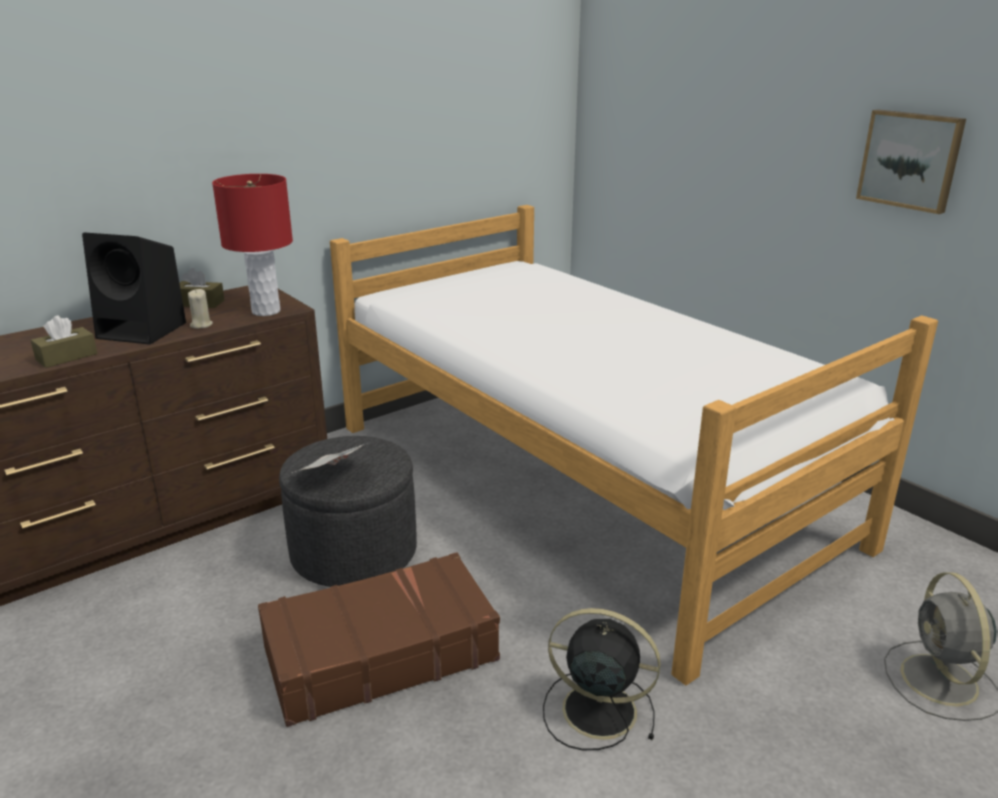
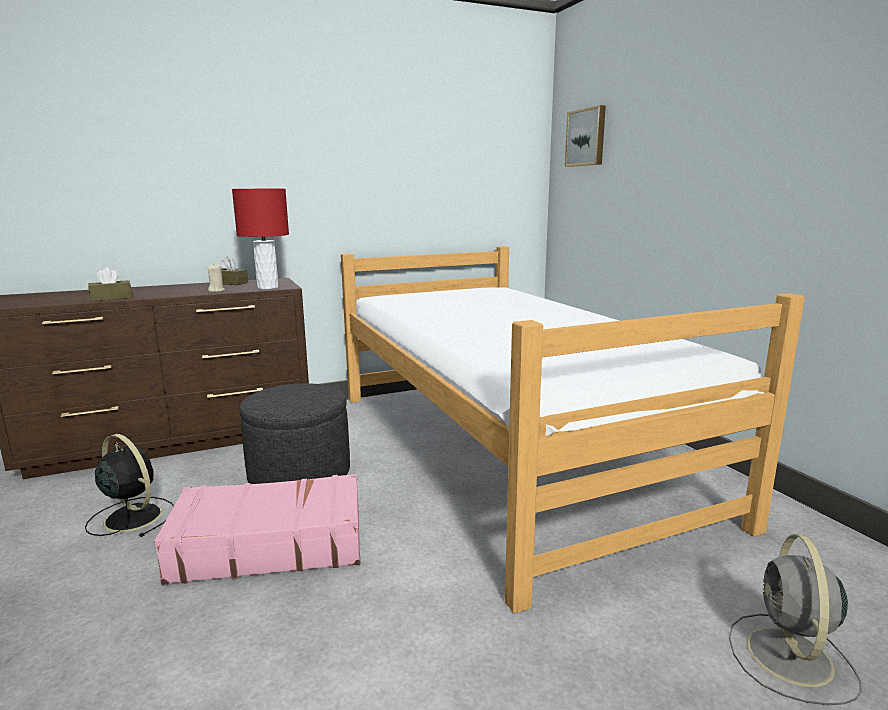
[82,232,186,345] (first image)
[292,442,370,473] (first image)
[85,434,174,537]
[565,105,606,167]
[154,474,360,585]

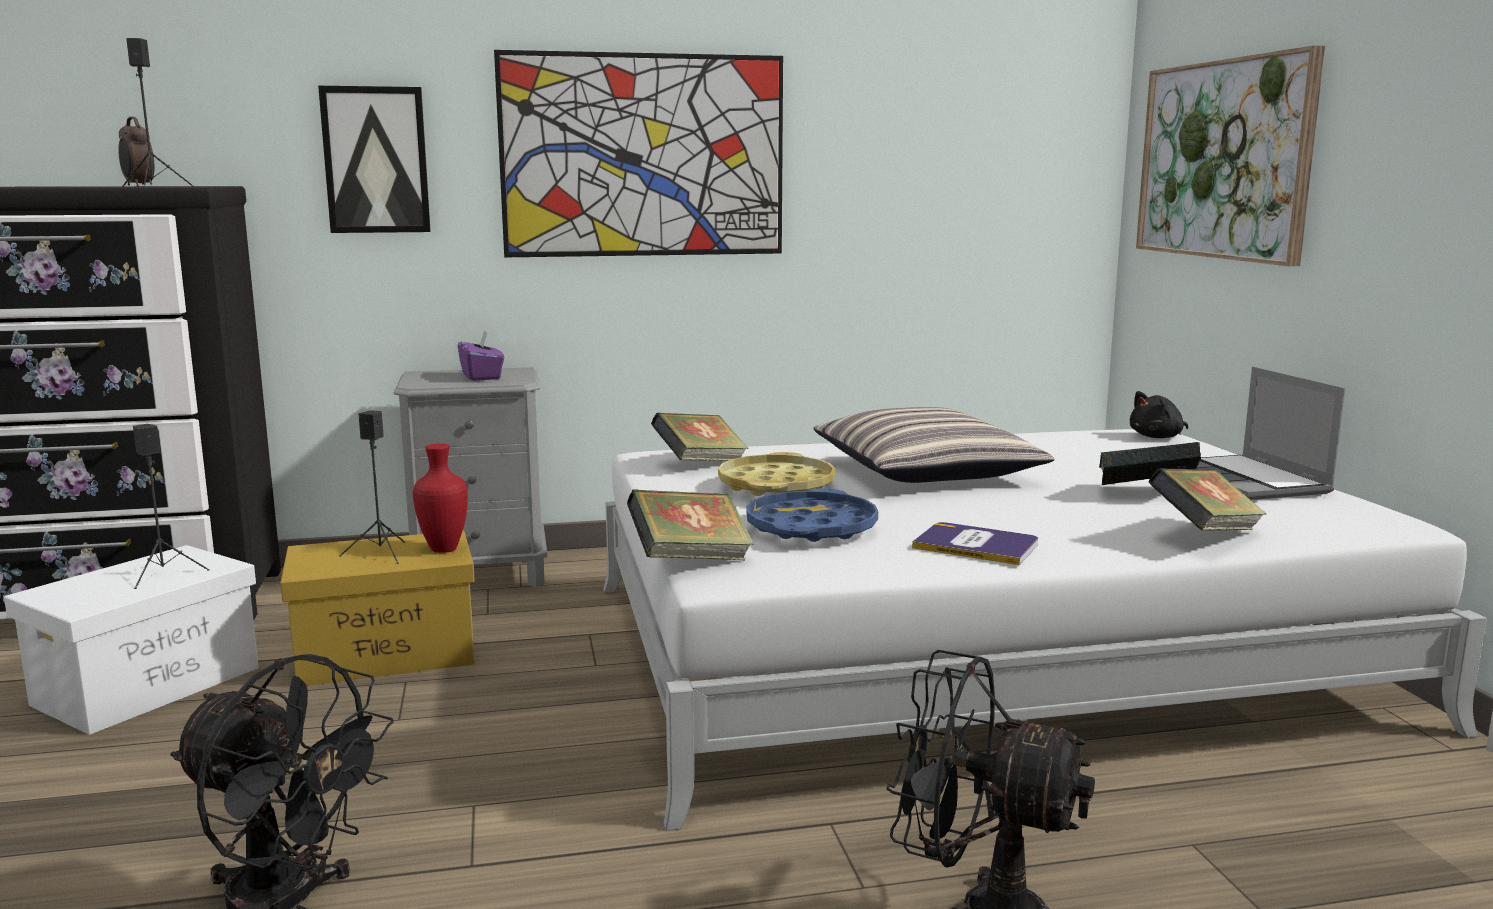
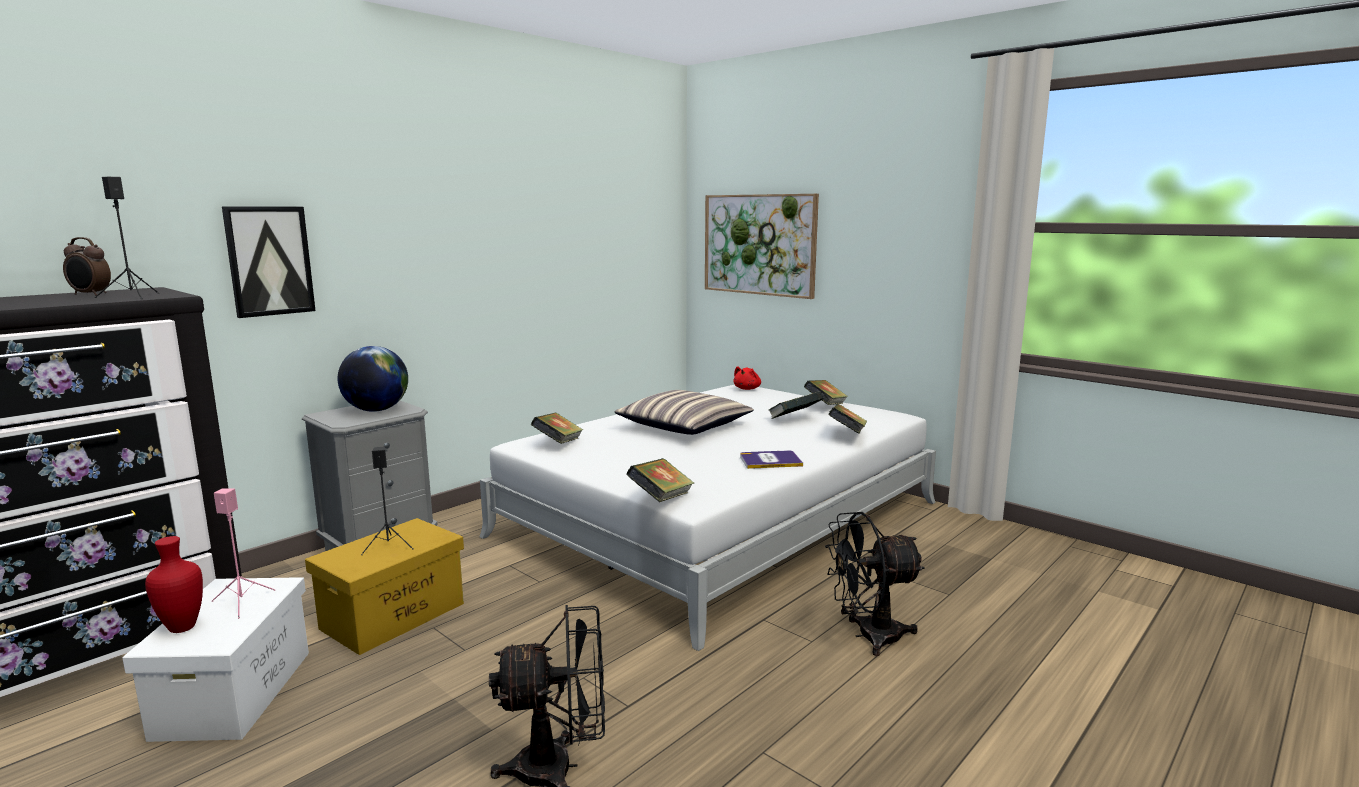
[494,50,783,257] (first image)
[718,452,835,496] (first image)
[747,488,878,542] (first image)
[145,536,203,633]
[338,346,408,412]
[804,380,848,405]
[212,489,275,619]
[733,366,761,390]

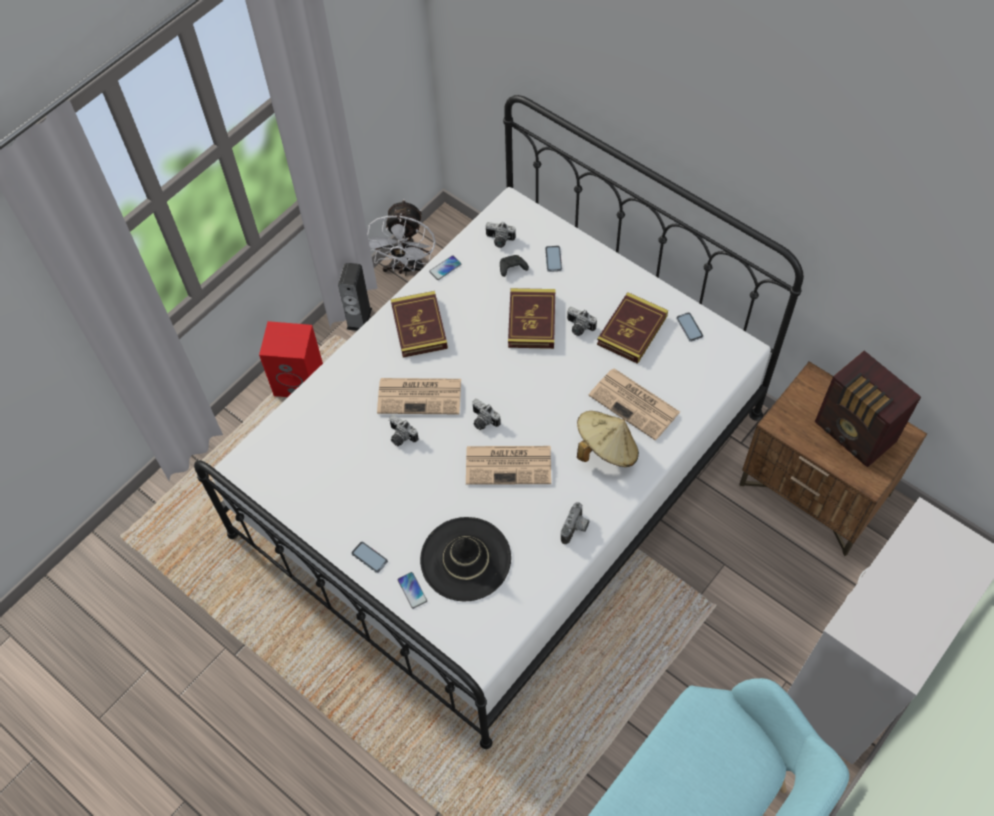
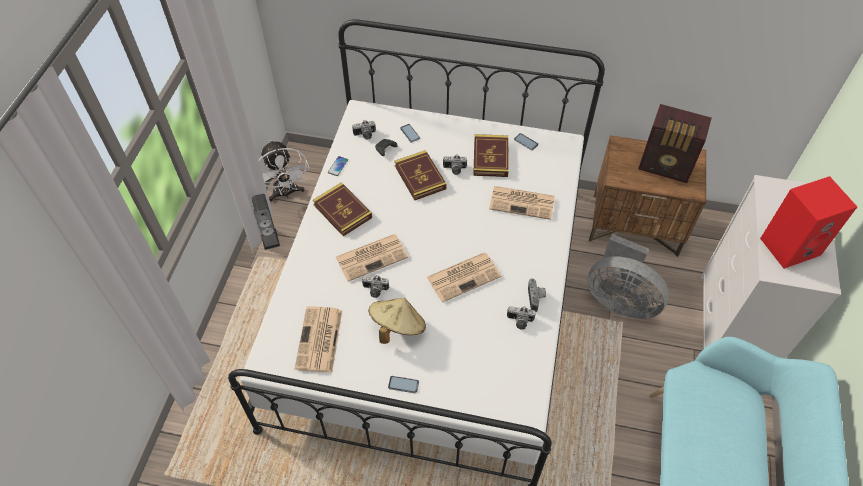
[397,572,427,609] (first image)
[420,517,511,601] (first image)
[295,306,342,373]
[587,234,669,319]
[760,176,857,269]
[507,306,536,329]
[368,298,426,344]

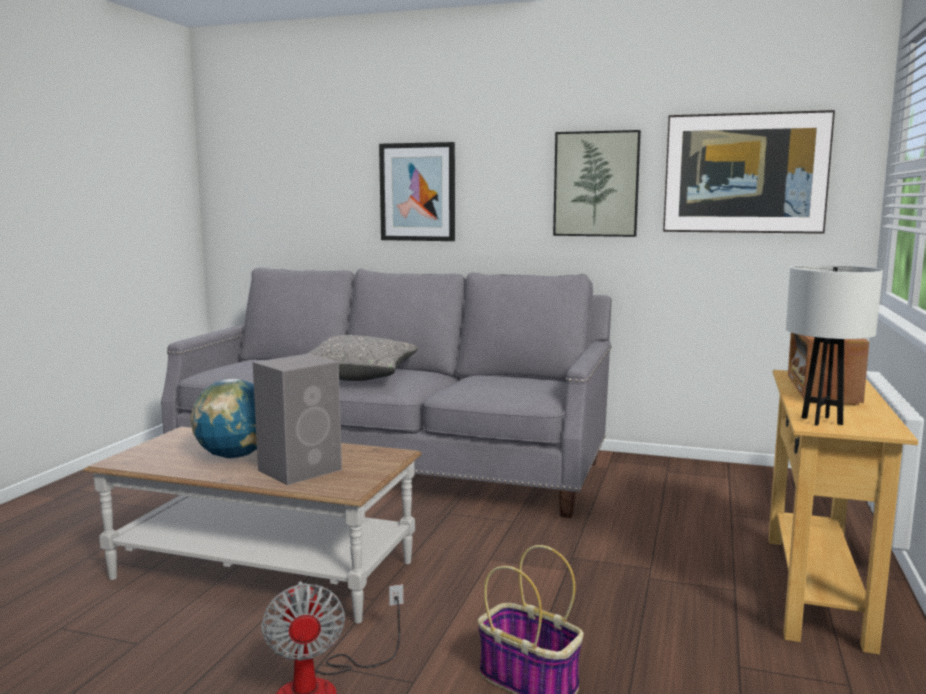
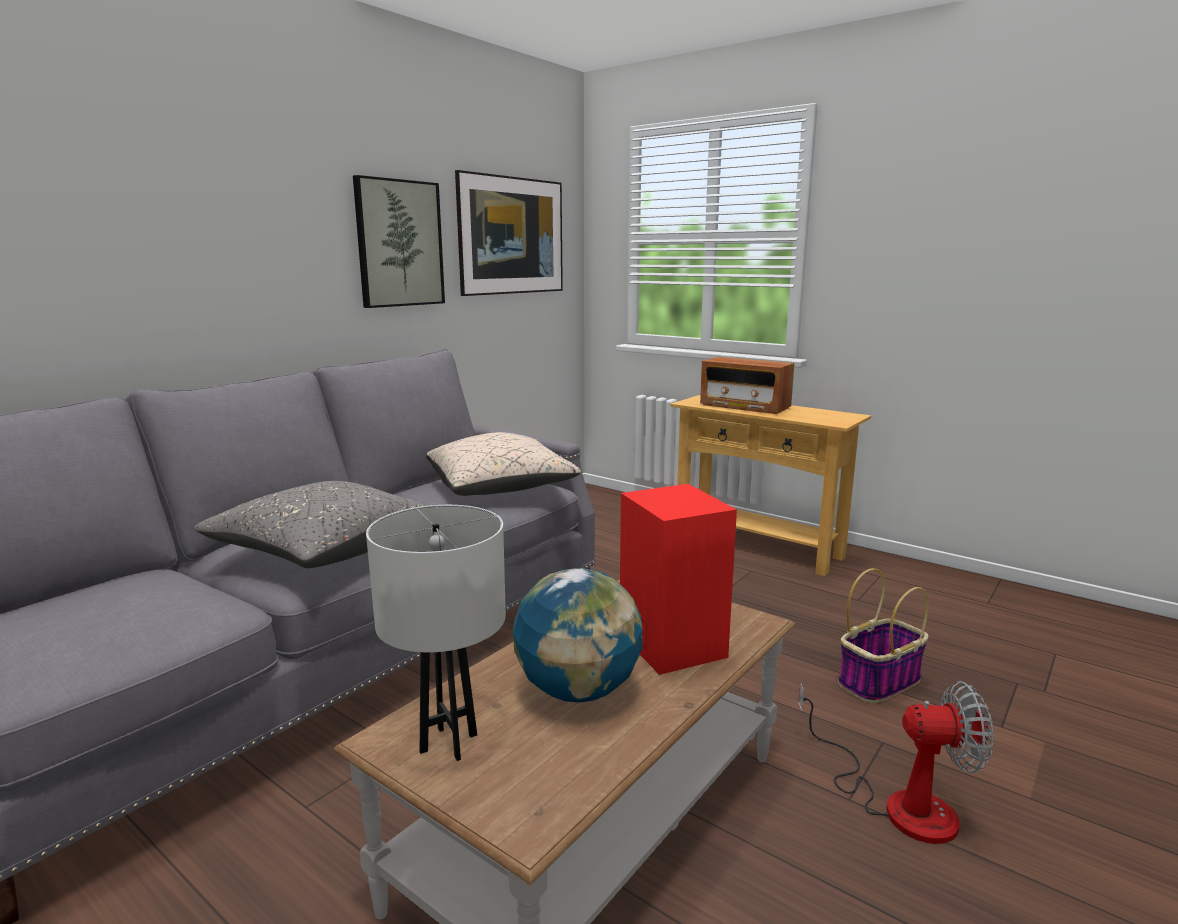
[379,142,455,241] (first image)
[426,432,581,496]
[366,505,506,761]
[620,484,737,675]

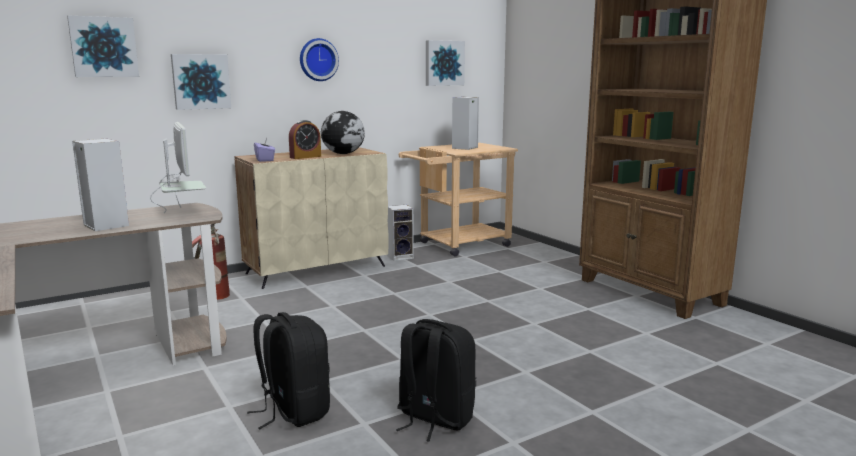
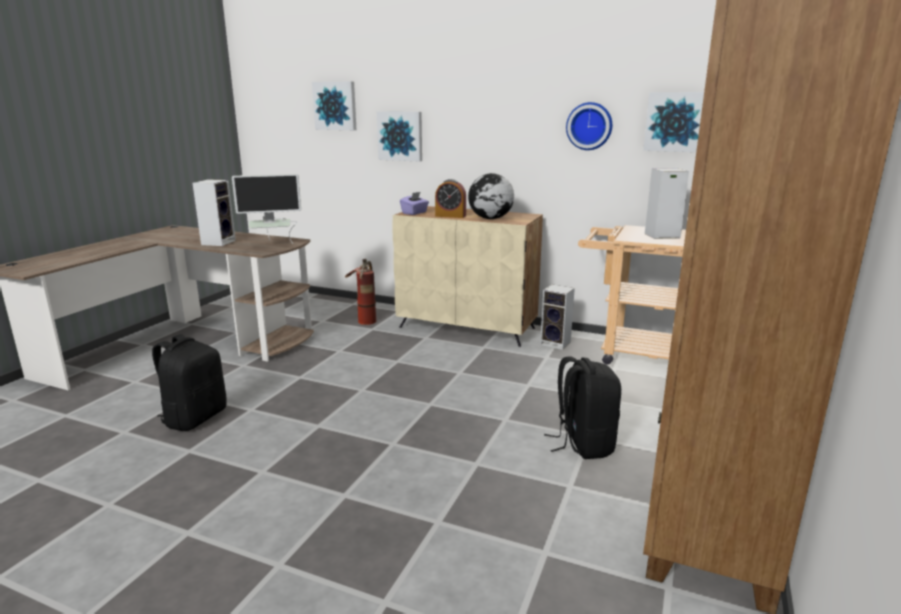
[566,102,612,150]
[544,356,621,459]
[232,174,301,243]

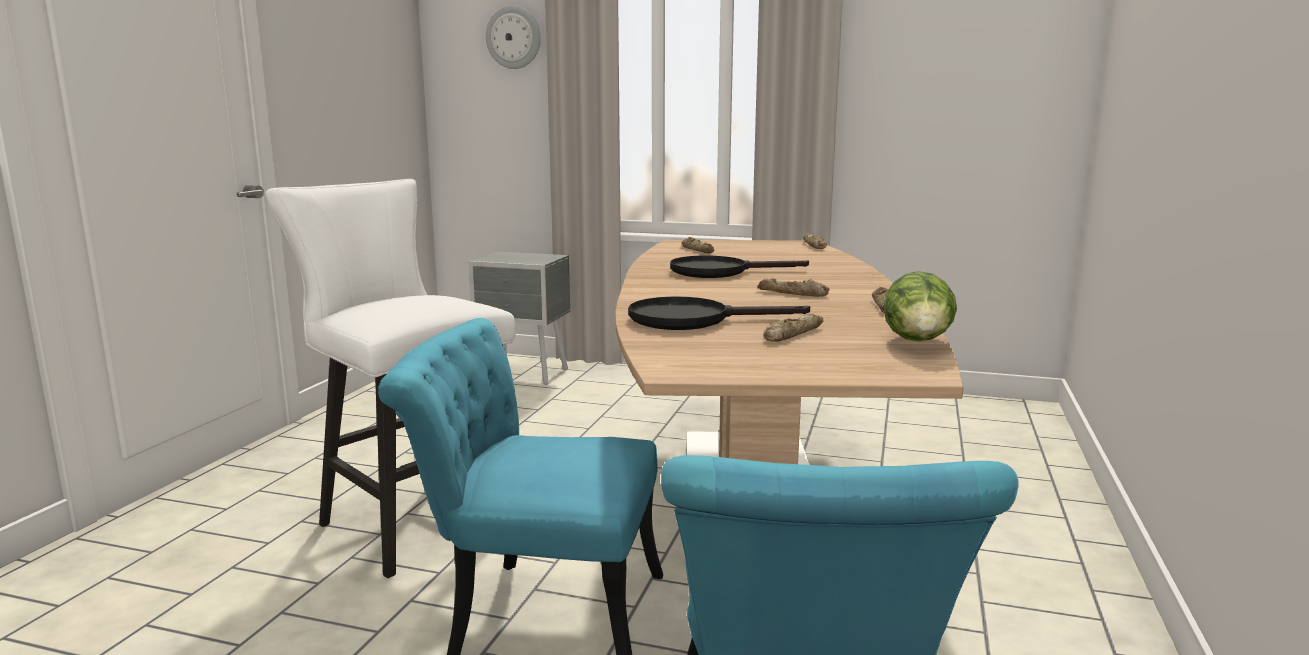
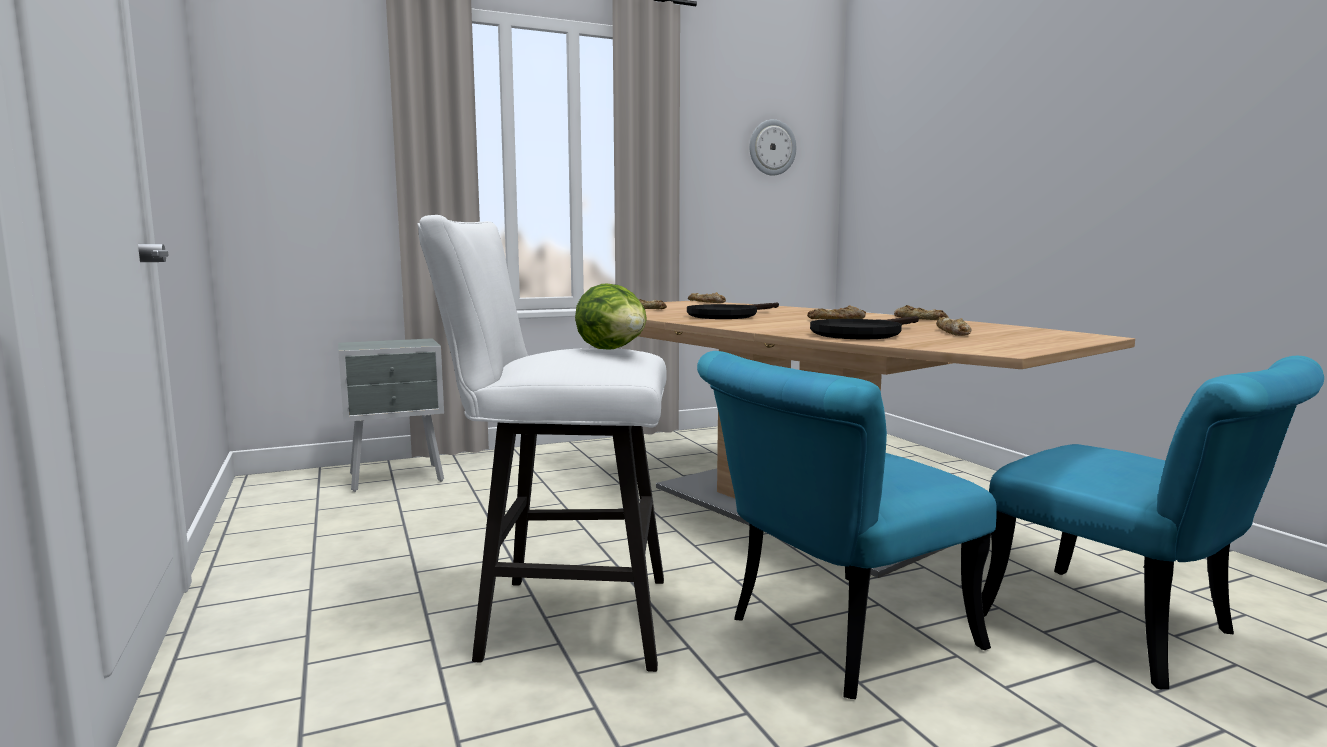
[750,119,796,176]
[575,284,647,350]

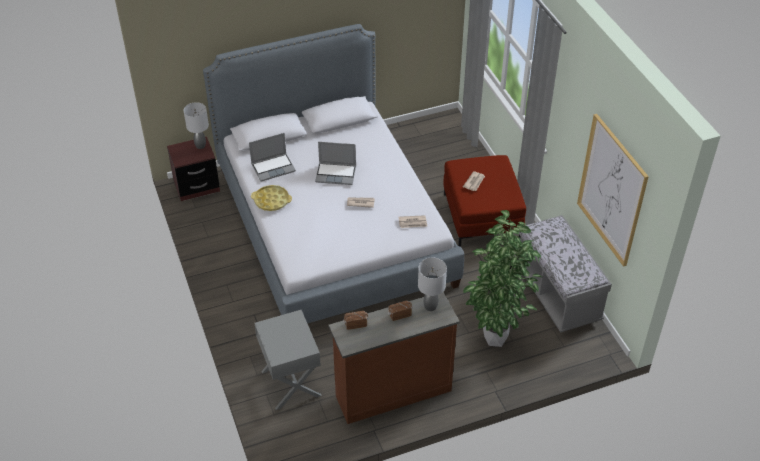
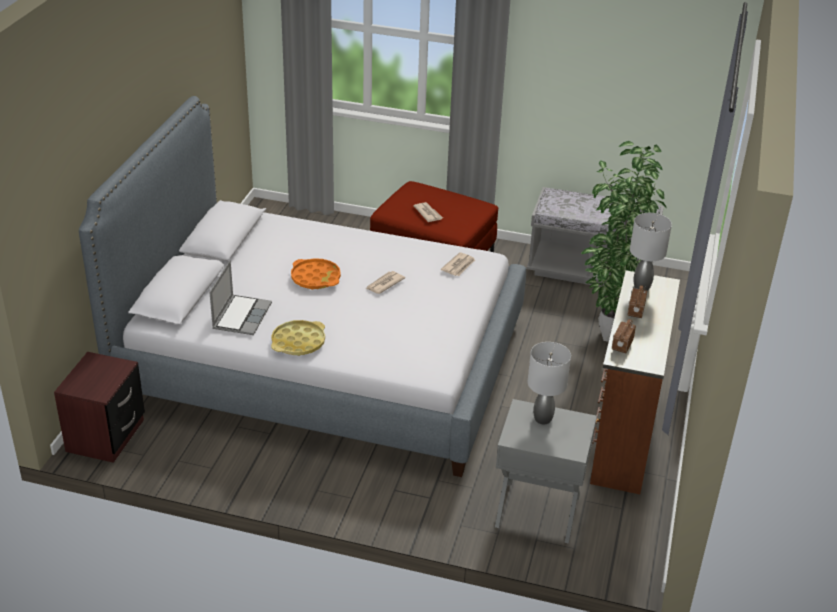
[577,114,649,267] (first image)
[528,342,571,424]
[291,258,341,290]

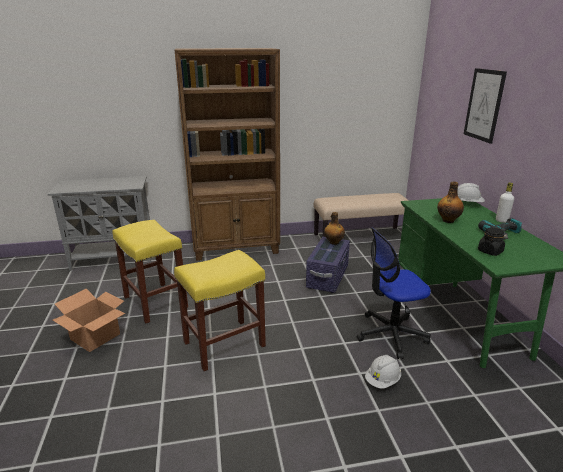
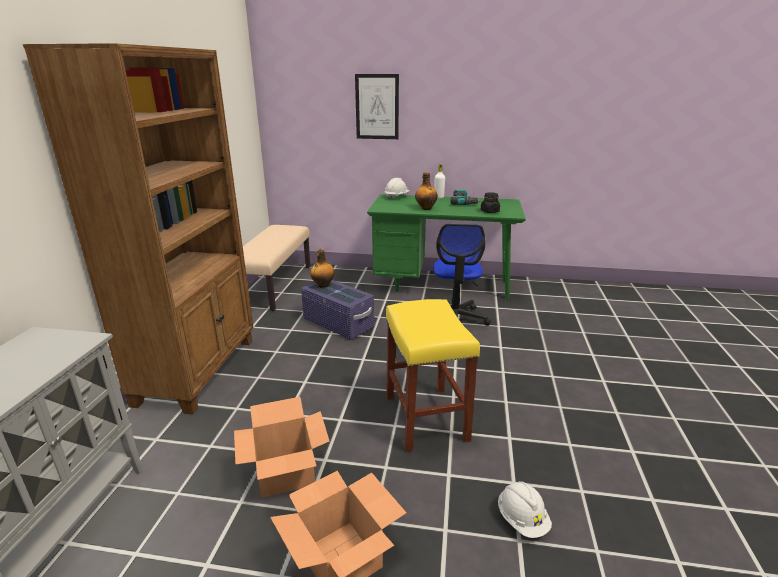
[498,481,552,538]
[234,397,330,498]

